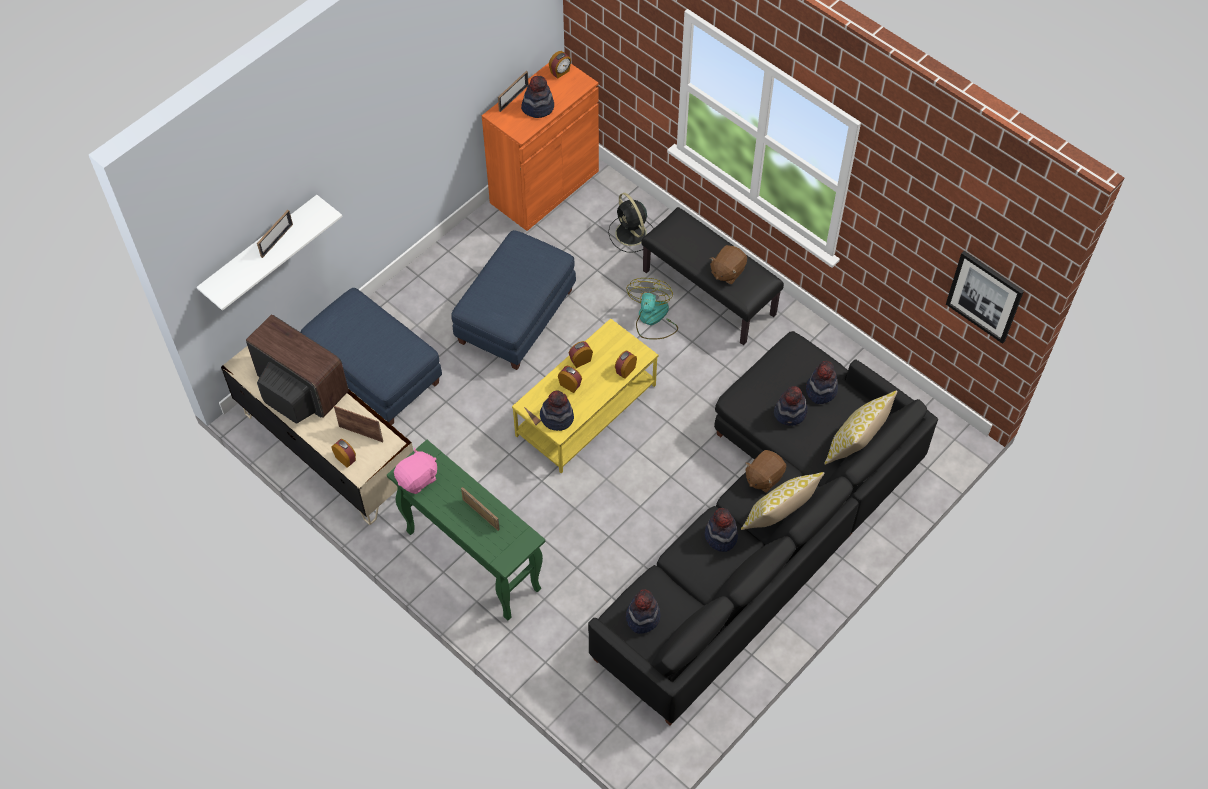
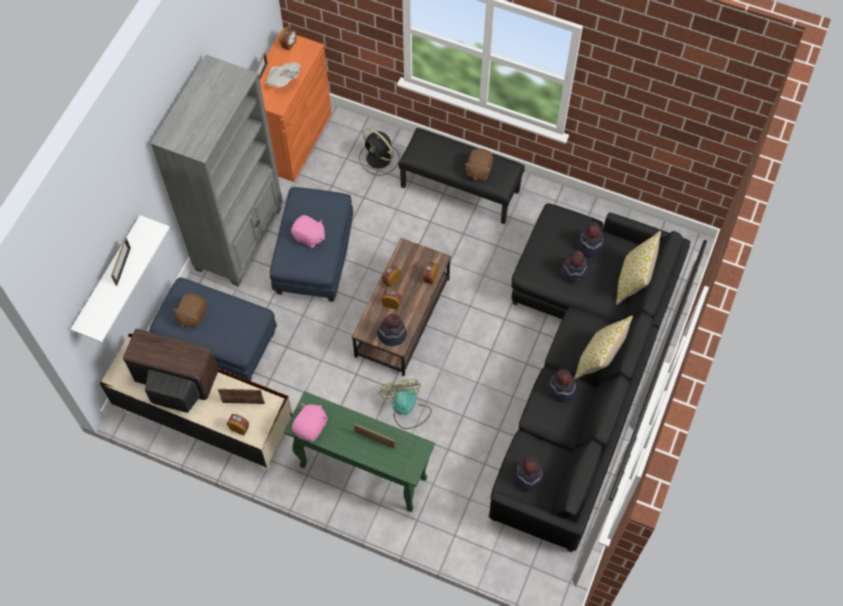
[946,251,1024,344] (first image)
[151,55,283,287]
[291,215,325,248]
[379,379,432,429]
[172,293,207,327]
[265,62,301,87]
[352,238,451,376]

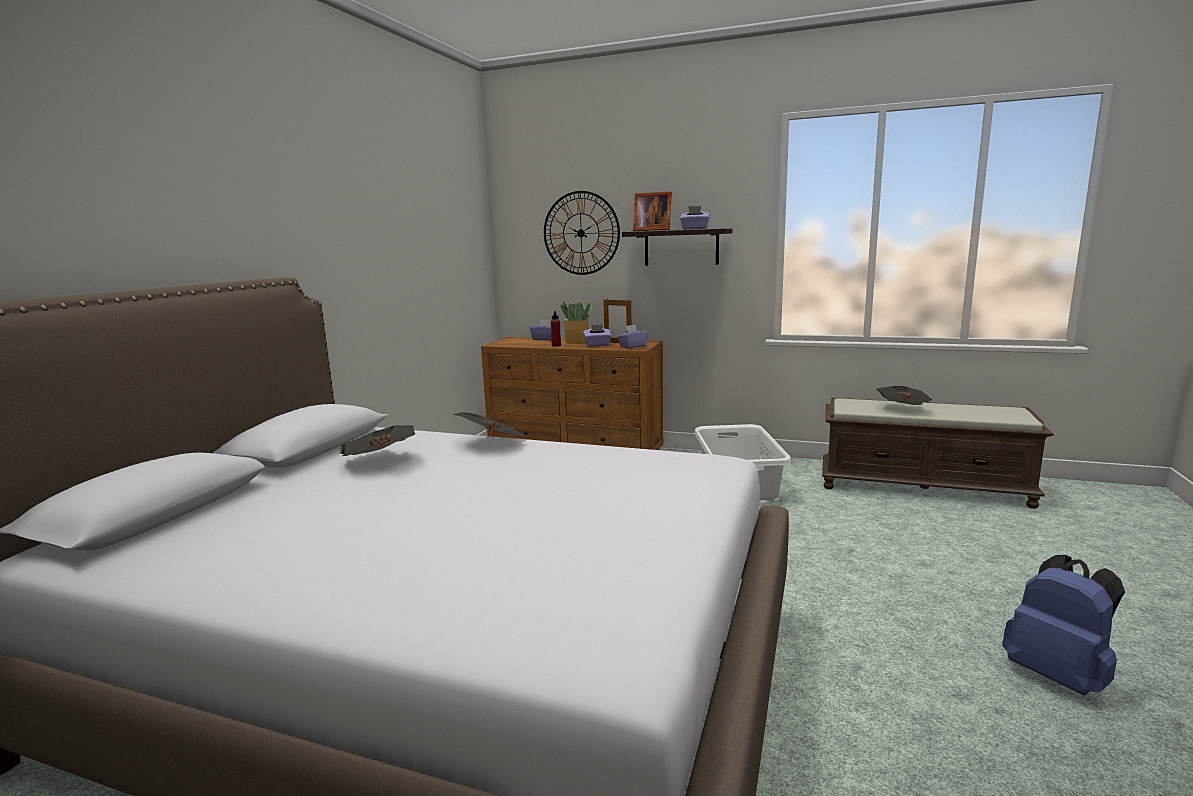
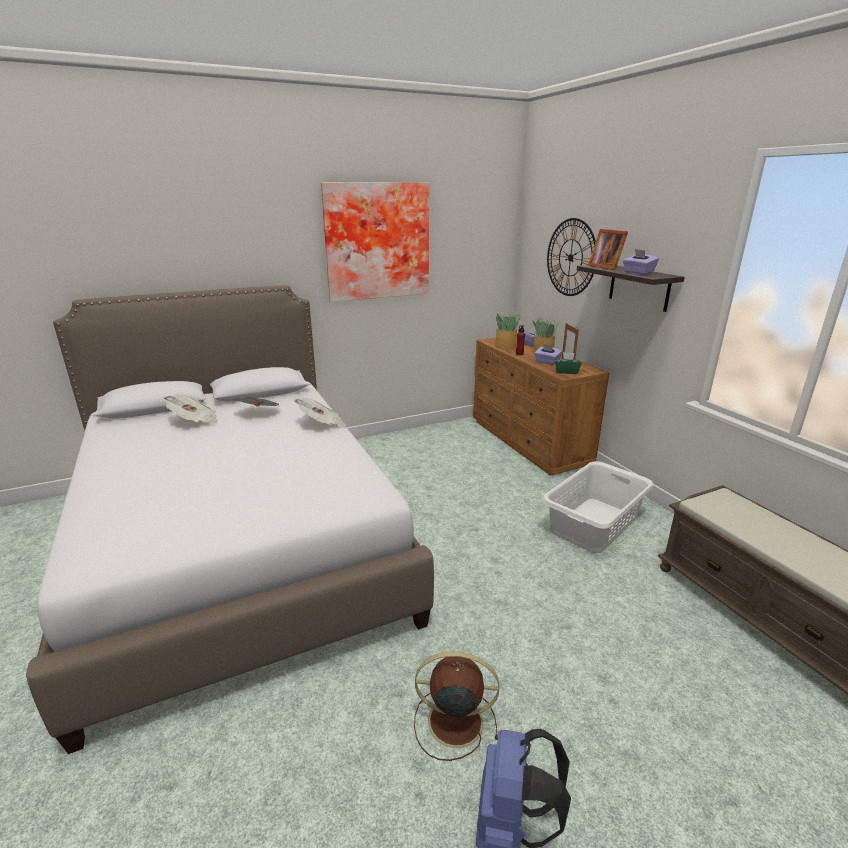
[321,182,429,302]
[414,652,499,761]
[495,314,521,350]
[163,395,218,424]
[555,352,582,374]

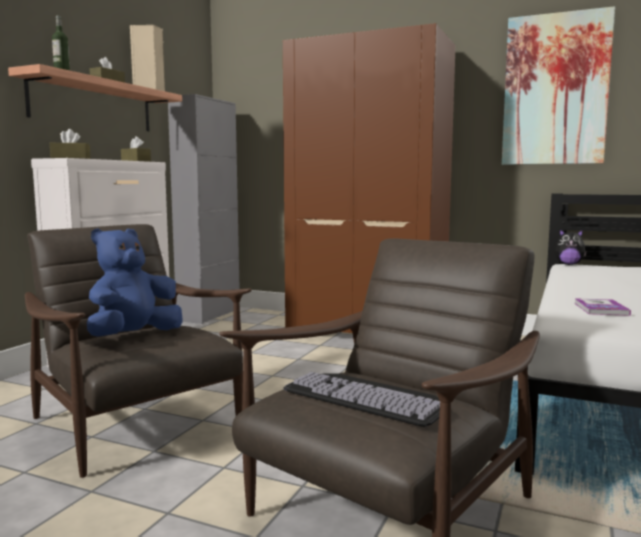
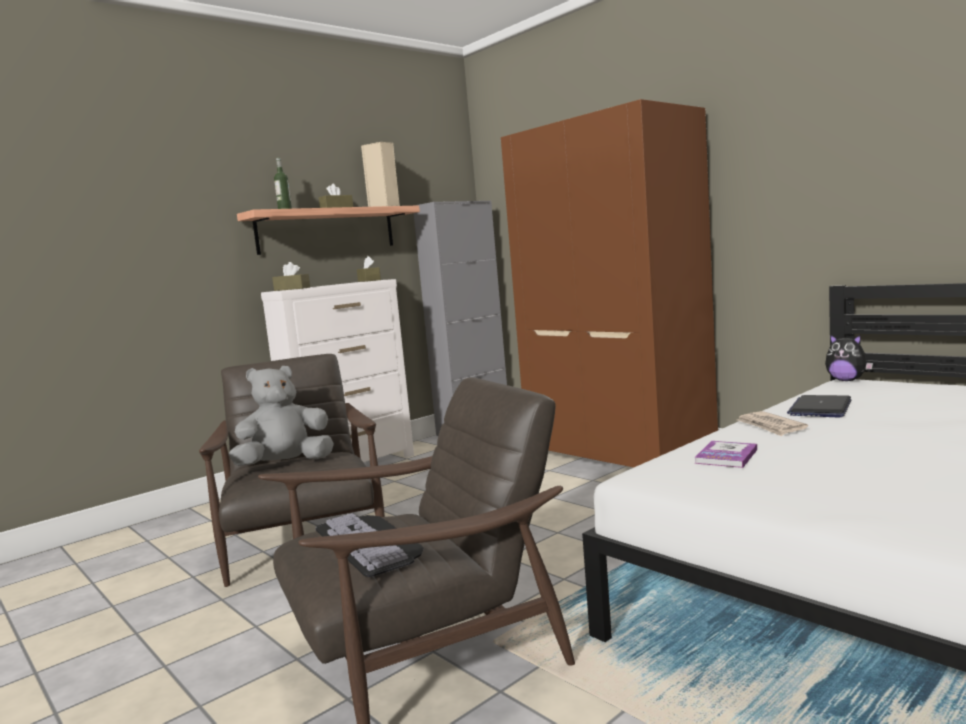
[502,6,615,165] (first image)
[737,411,808,436]
[787,395,852,418]
[229,366,334,466]

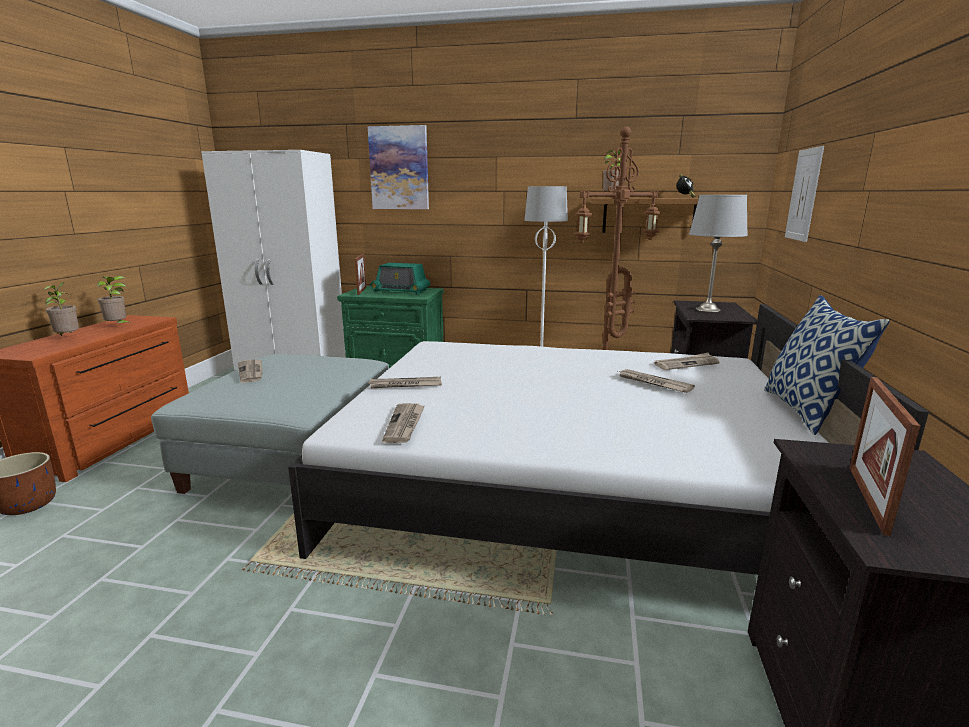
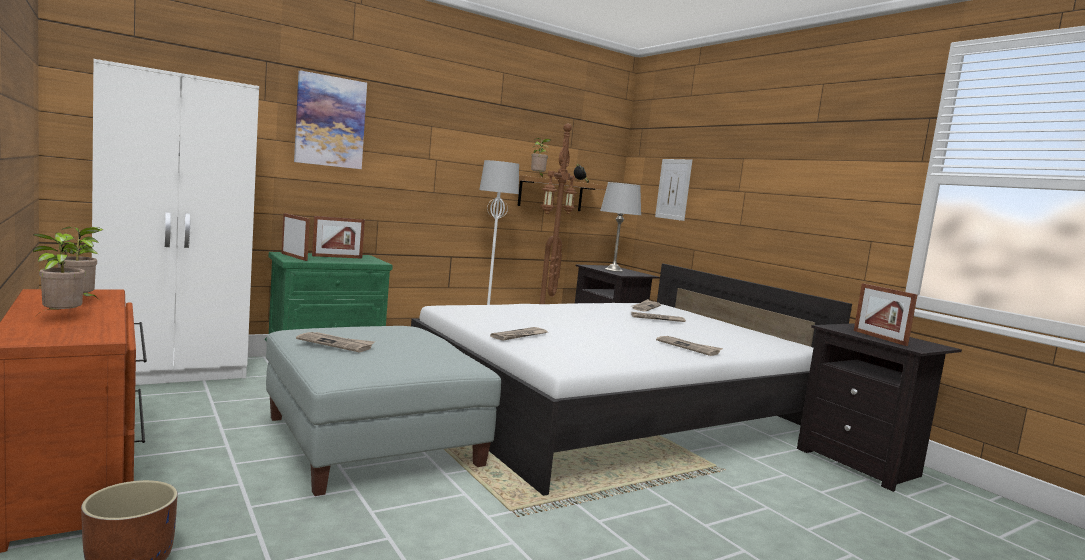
[764,295,890,435] (first image)
[656,336,723,356]
[312,216,365,258]

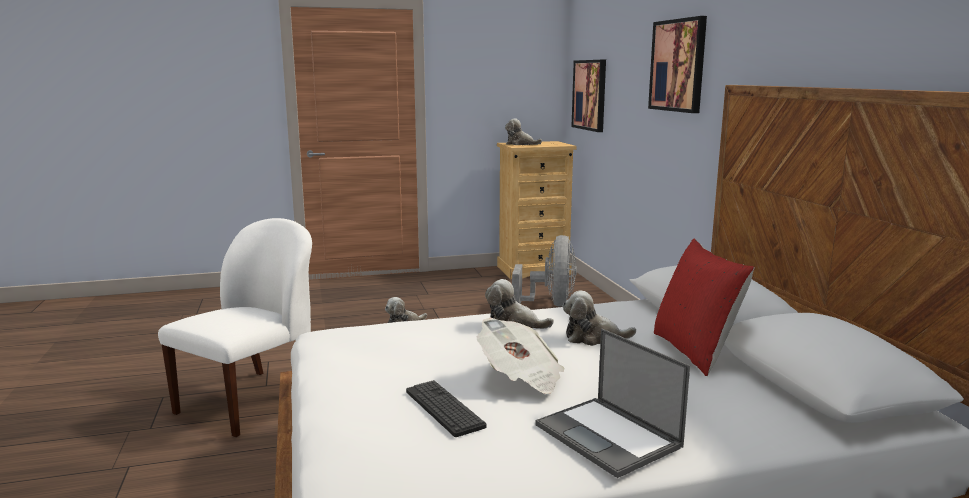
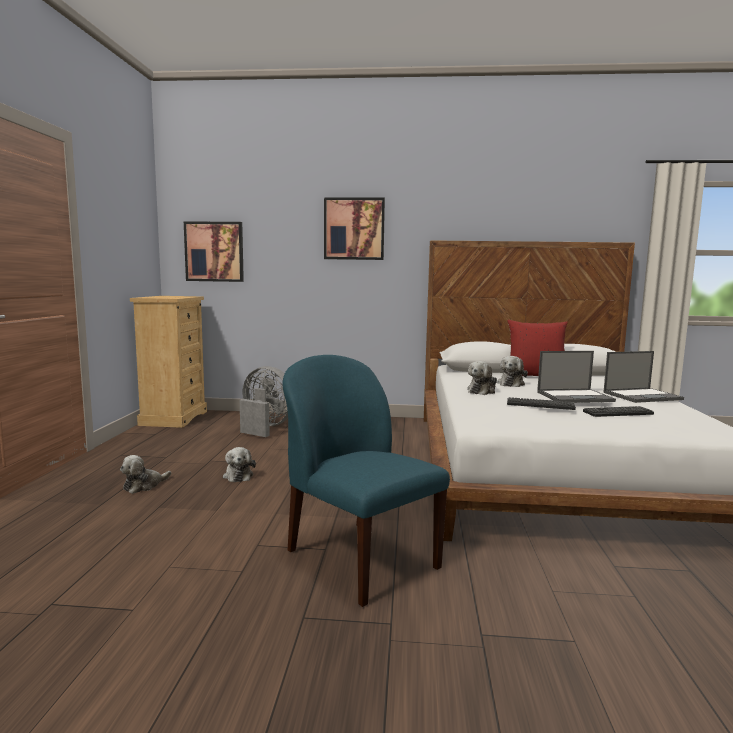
[507,397,576,410]
[120,455,171,494]
[537,351,616,403]
[283,355,450,607]

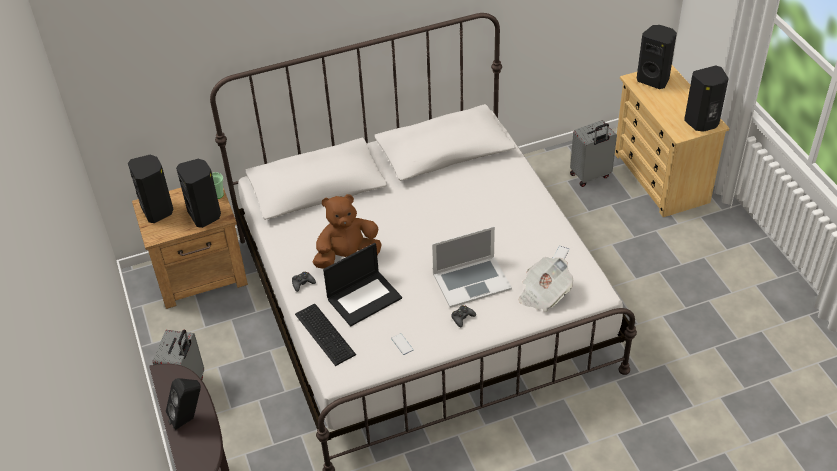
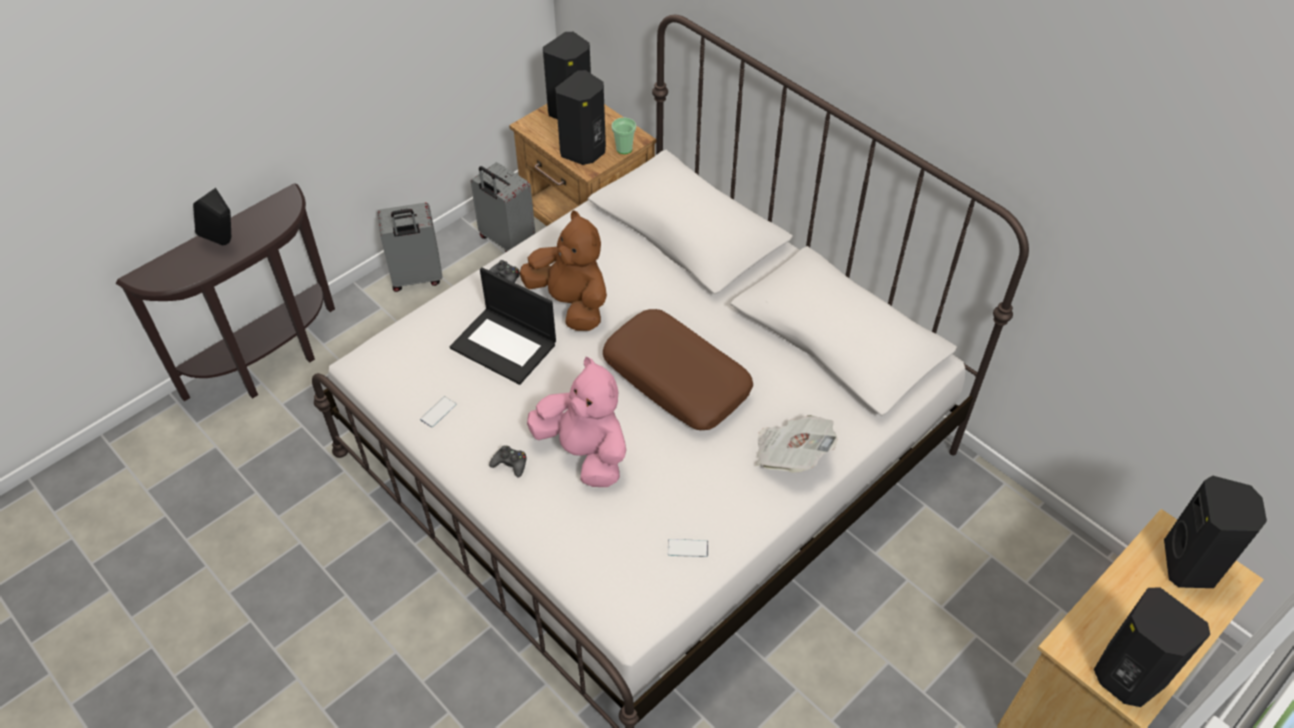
[295,304,356,366] (first image)
[603,309,753,430]
[756,415,838,473]
[471,162,536,252]
[527,357,626,487]

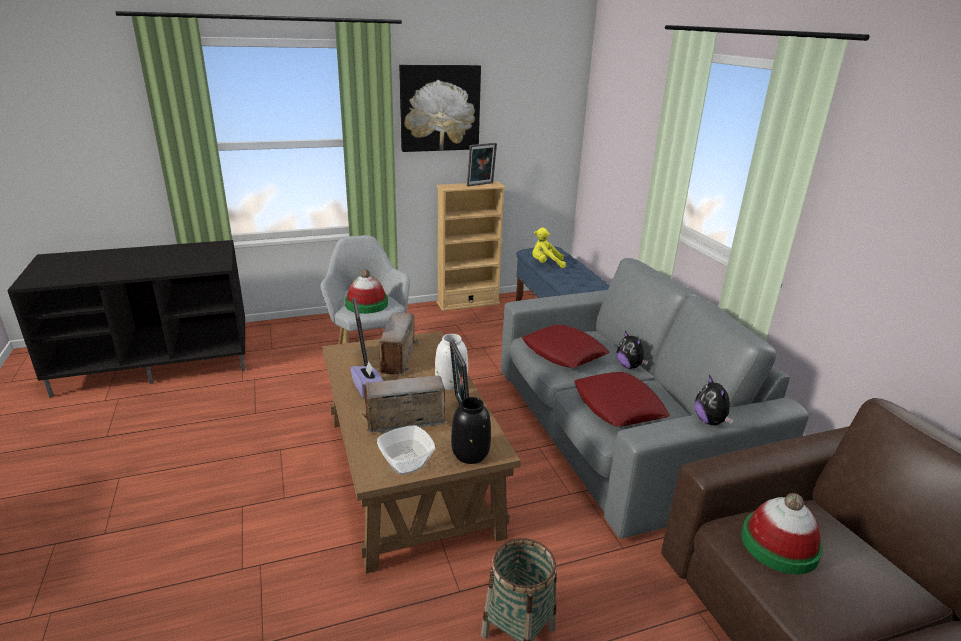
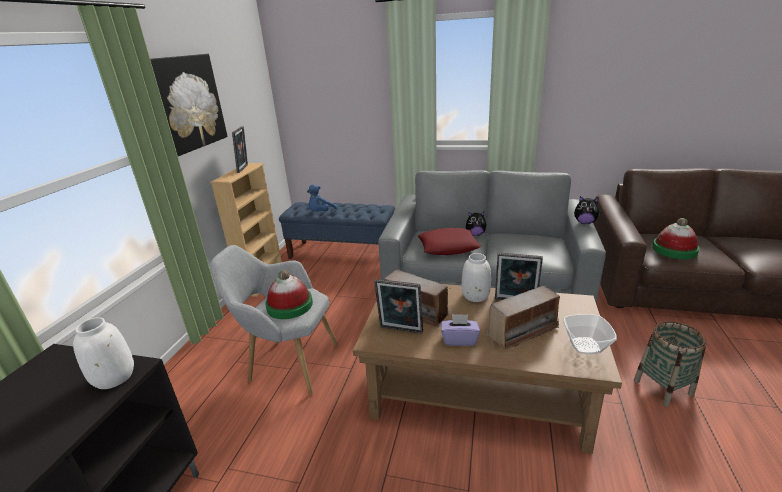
[451,397,491,464] (first image)
[575,372,670,427] (first image)
[73,317,134,389]
[307,184,338,212]
[486,286,560,350]

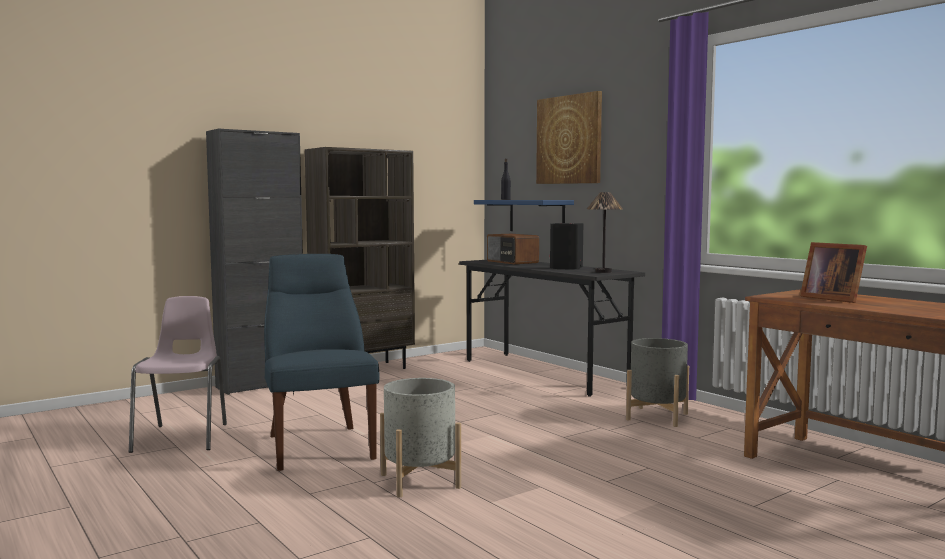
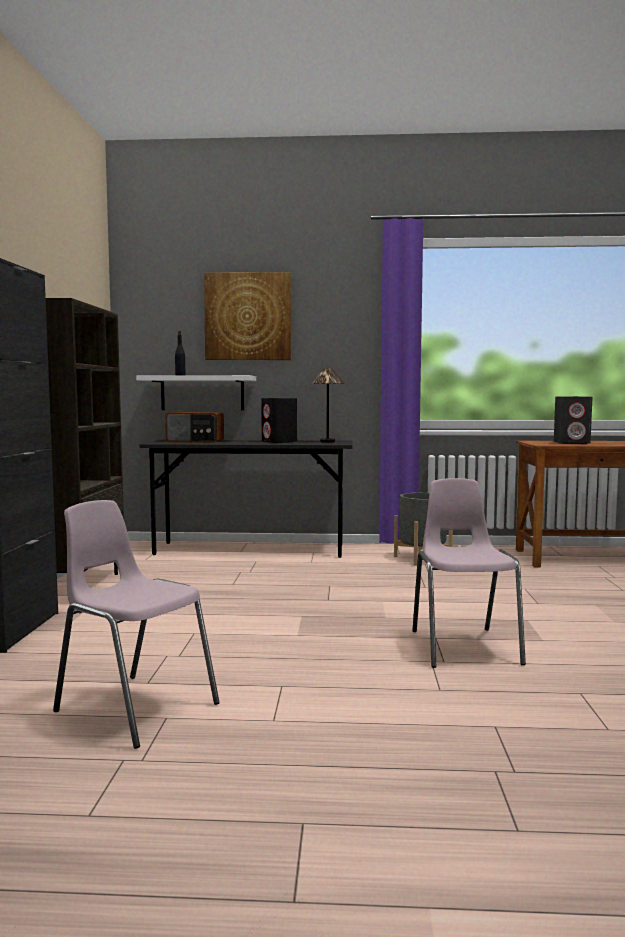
[264,254,380,471] (first image)
[412,478,526,668]
[554,396,592,444]
[136,375,256,410]

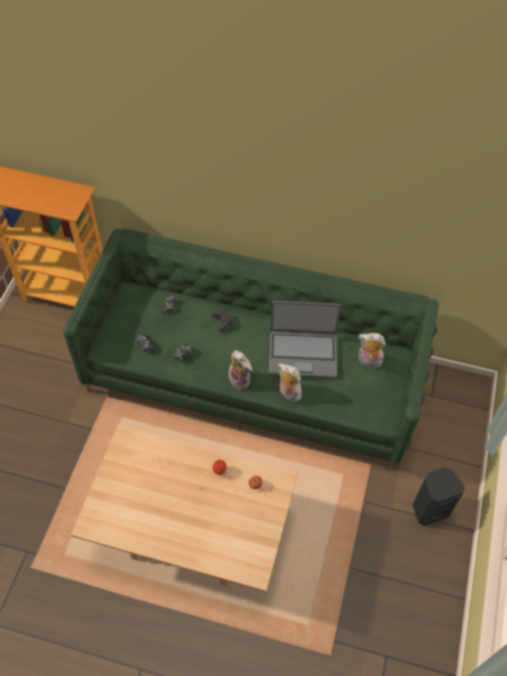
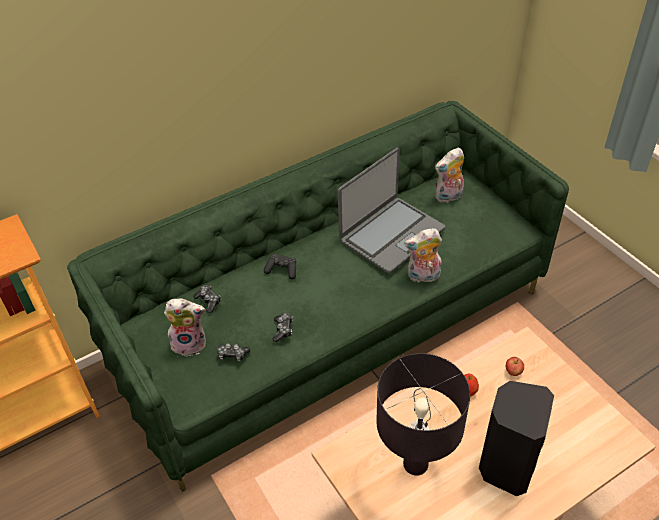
[376,353,470,475]
[164,299,206,356]
[479,381,554,496]

